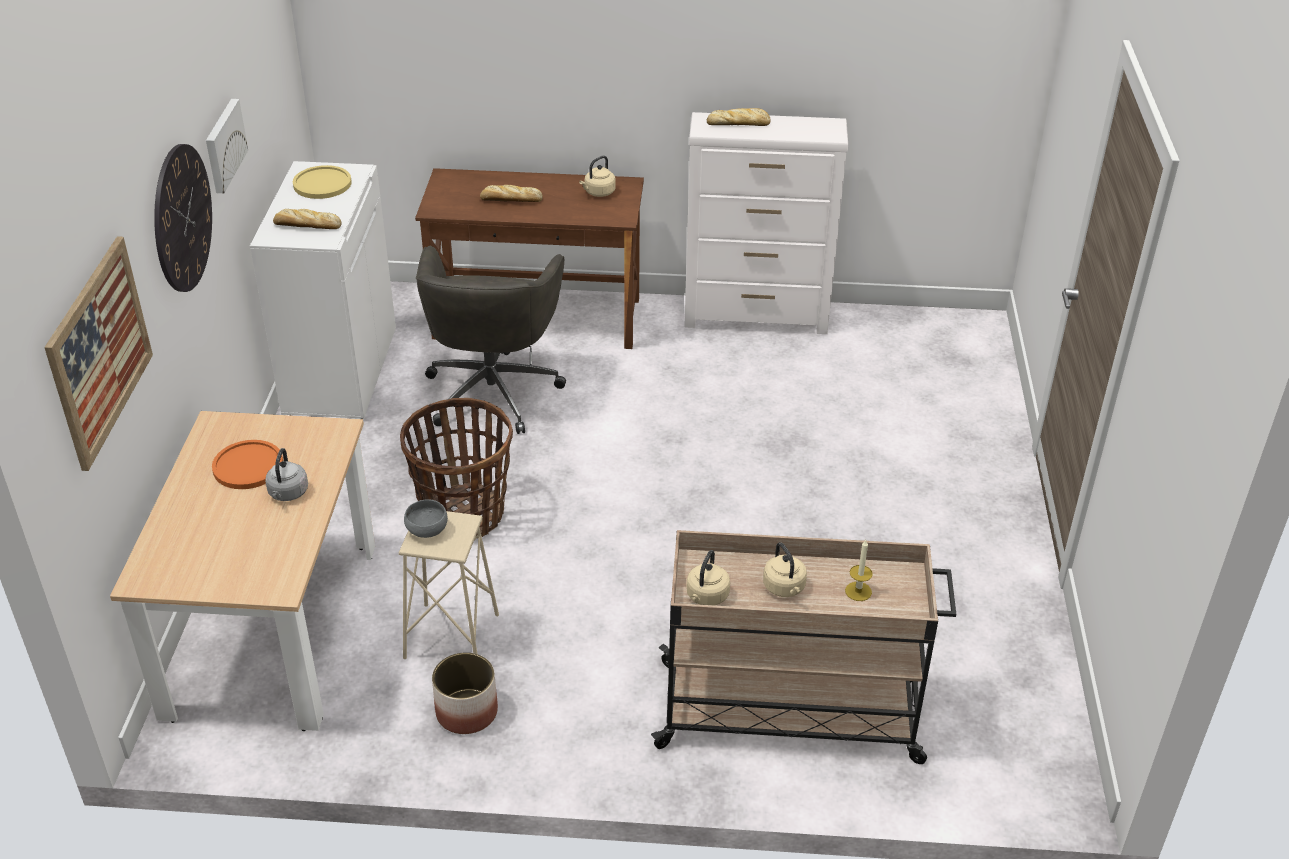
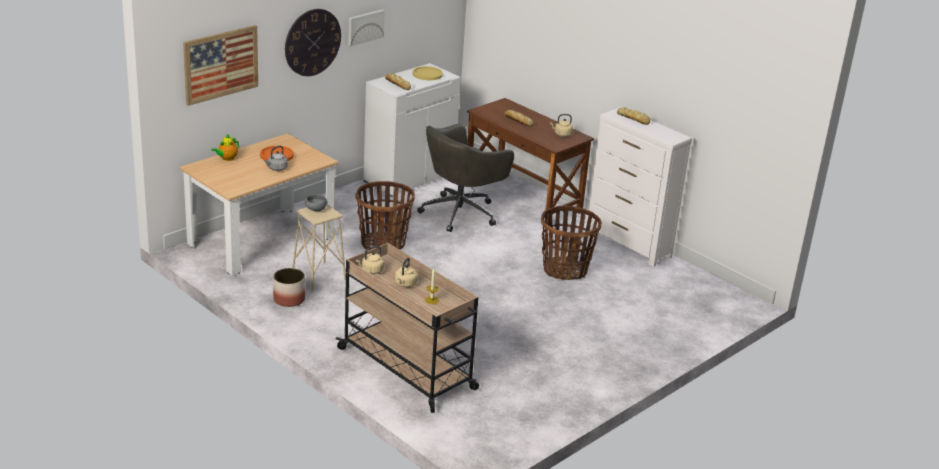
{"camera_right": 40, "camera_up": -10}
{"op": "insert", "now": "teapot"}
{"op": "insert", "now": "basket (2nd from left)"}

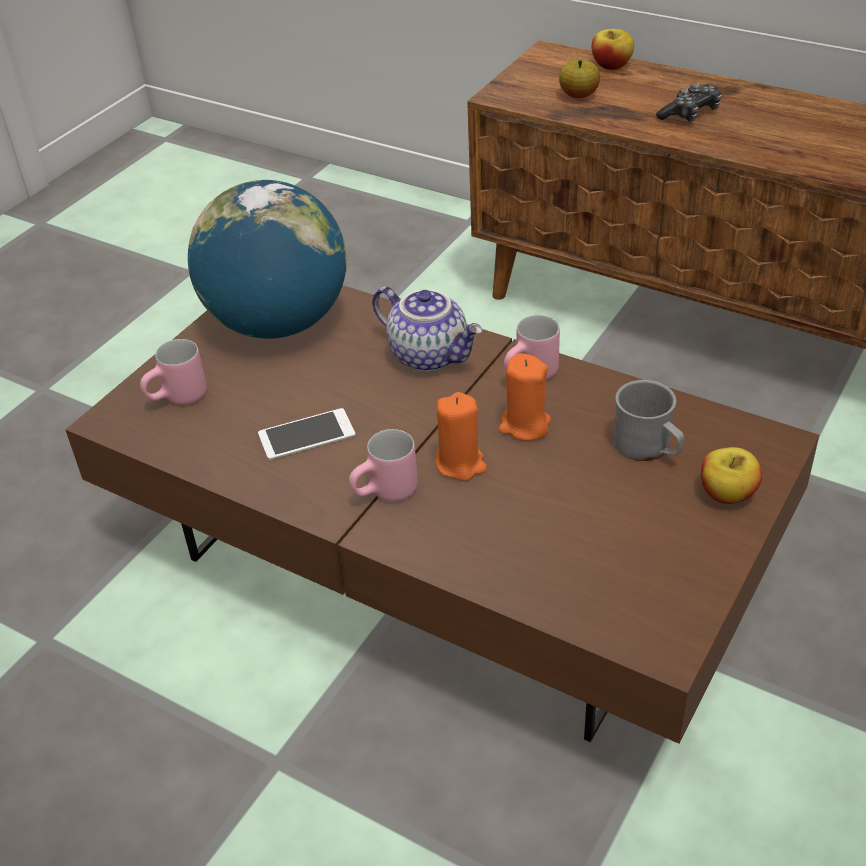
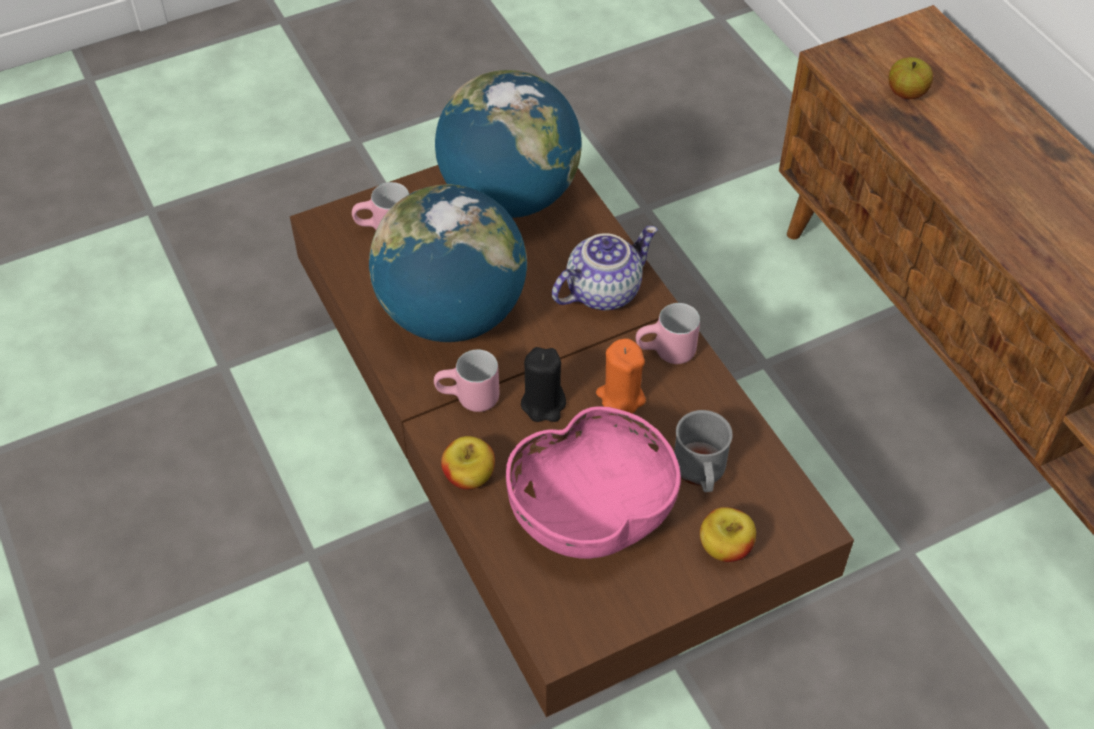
{"camera_right": 30, "camera_up": 10}
{"op": "replace", "was": "phone", "now": "globe (1st from left)"}
{"op": "move", "was": "apple (2nd from left in the first image)", "now": "apple (1st from left)"}
{"op": "insert", "now": "pink bowl"}
{"op": "recolor", "was": "orange candle (1st from left)", "now": "black candle"}
{"op": "rotate", "was": "teapot", "clockwise": -105}
{"op": "delete", "was": "game controller"}

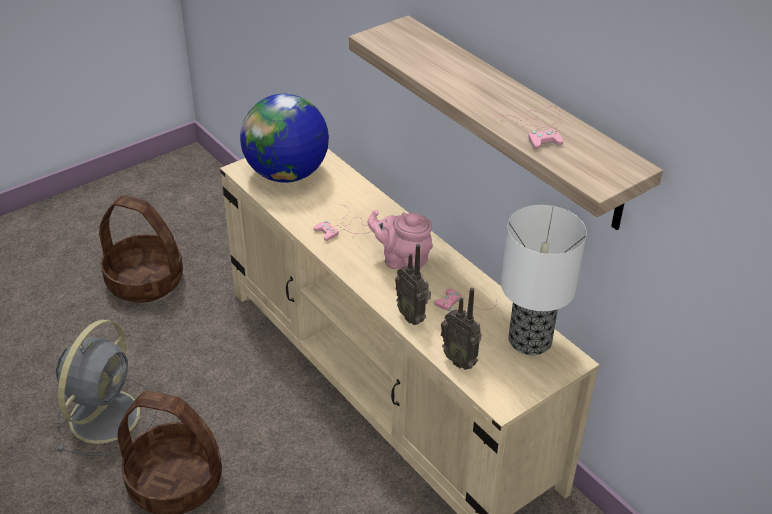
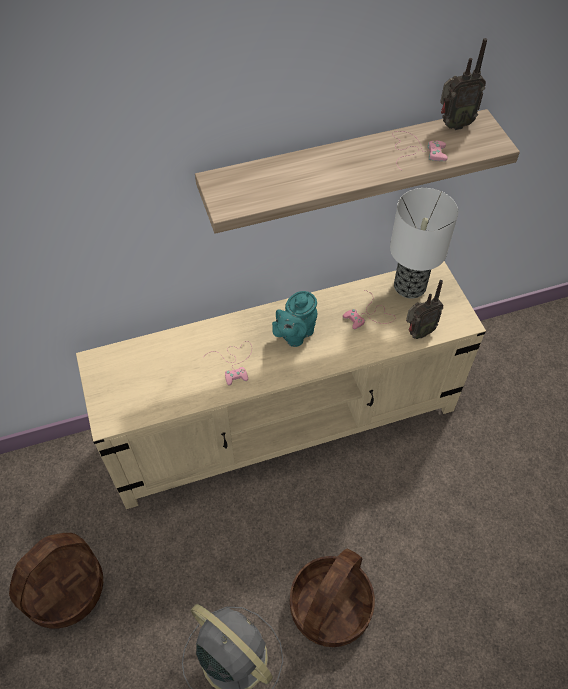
{"camera_right": -70, "camera_up": 15}
{"op": "recolor", "was": "pink teapot", "now": "turquoise teapot"}
{"op": "move", "was": "radio (1st from left in the first image)", "now": "radio (2nd from left)"}
{"op": "delete", "was": "globe"}

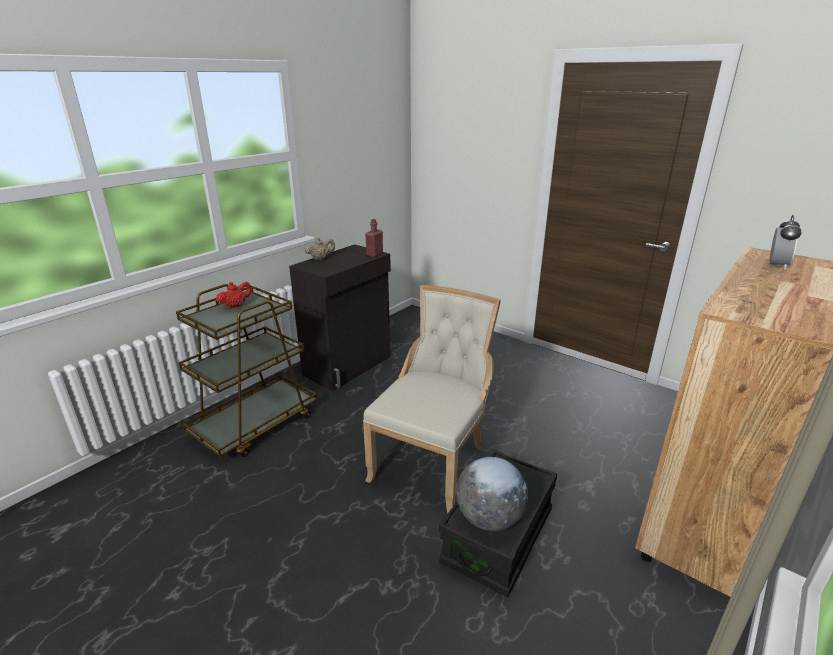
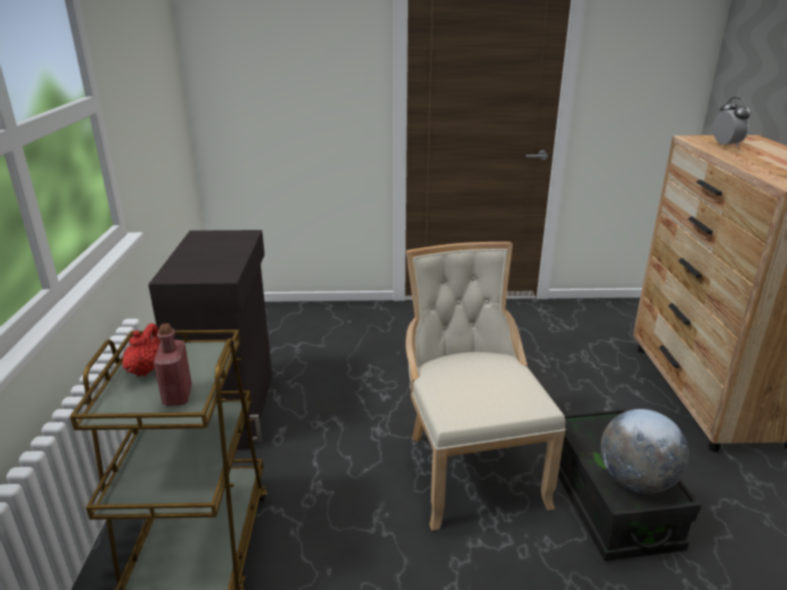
{"camera_right": -40, "camera_up": 0}
{"op": "move", "was": "red bottle"}
{"op": "delete", "was": "beige teapot"}

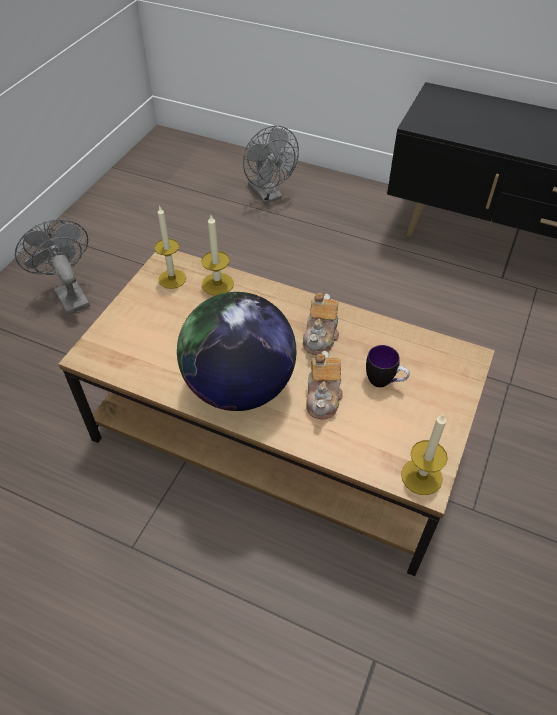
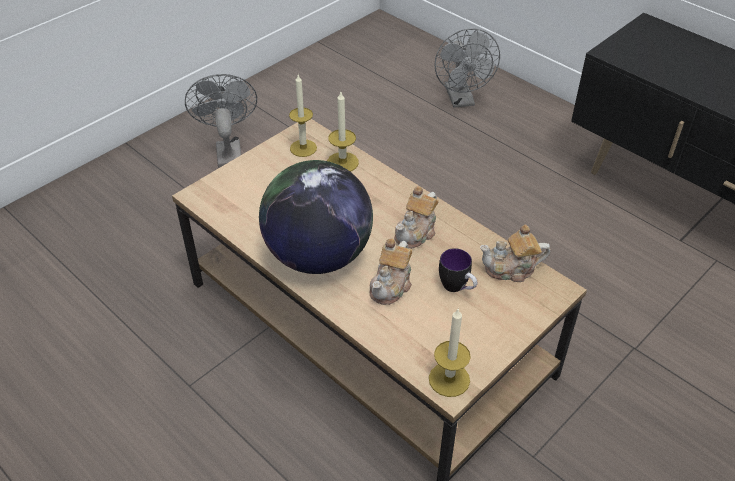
{"camera_right": 20, "camera_up": -5}
{"op": "insert", "now": "teapot (3rd from left)"}

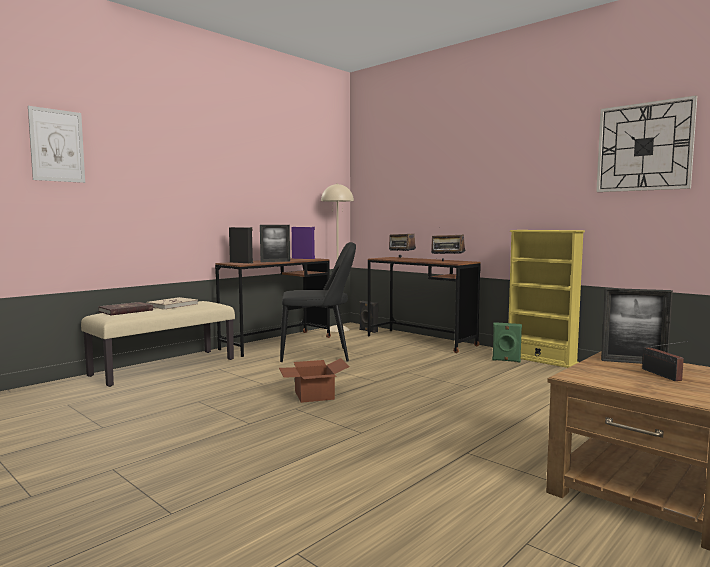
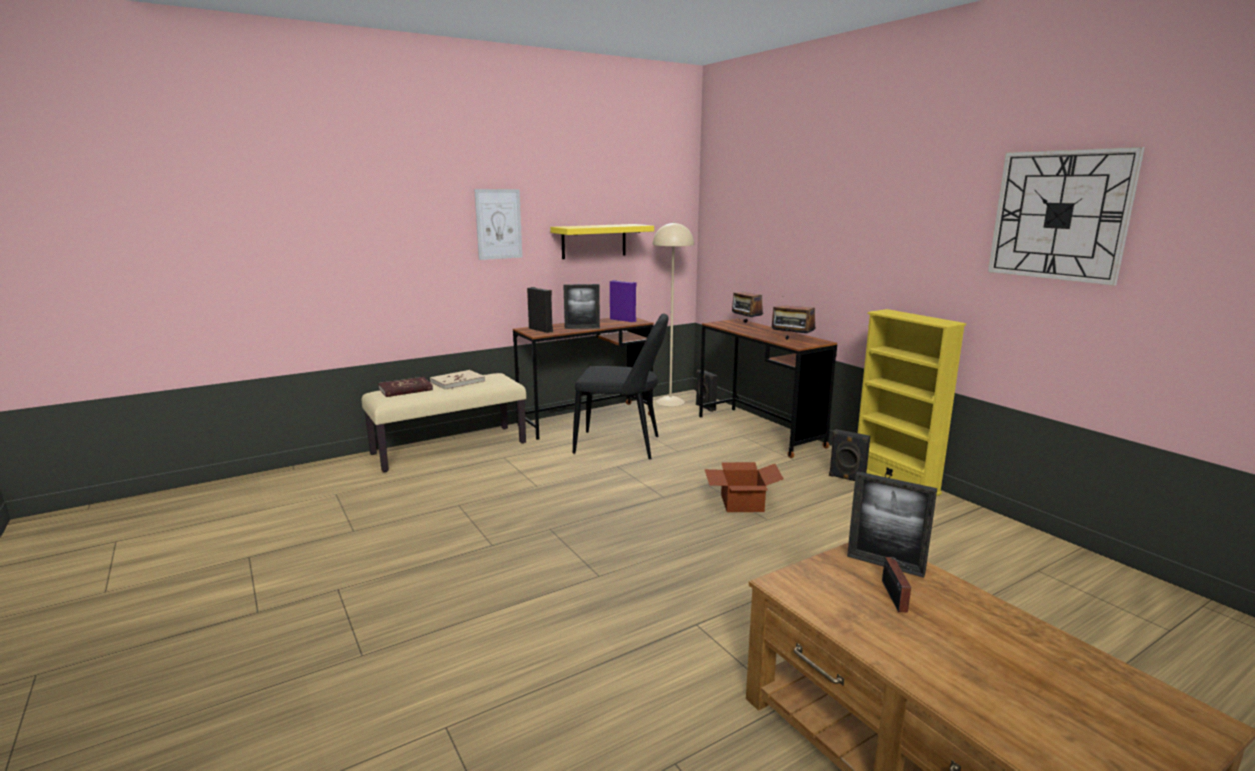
{"camera_right": 15, "camera_up": 10}
{"op": "move", "was": "picture"}
{"op": "insert", "now": "yellow shelf"}
{"op": "move", "was": "cardboard box"}
{"op": "recolor", "was": "green speaker", "now": "black speaker (3rd from left)"}

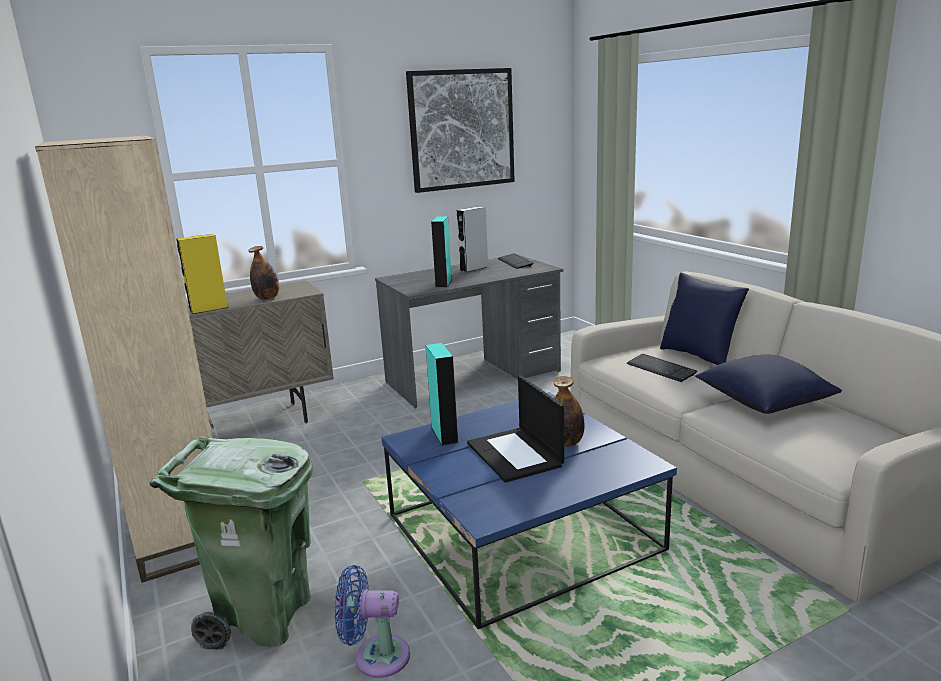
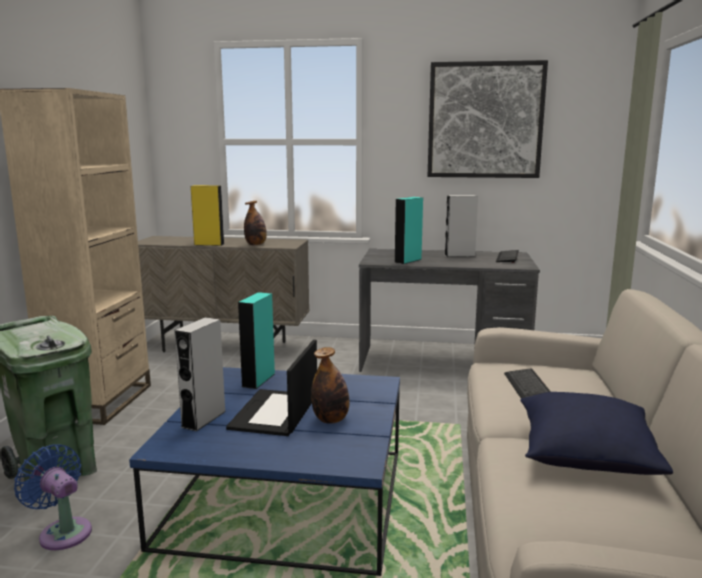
{"camera_right": 35, "camera_up": -5}
{"op": "insert", "now": "grey speaker (1st from left)"}
{"op": "delete", "was": "blue pillow (1st from left)"}

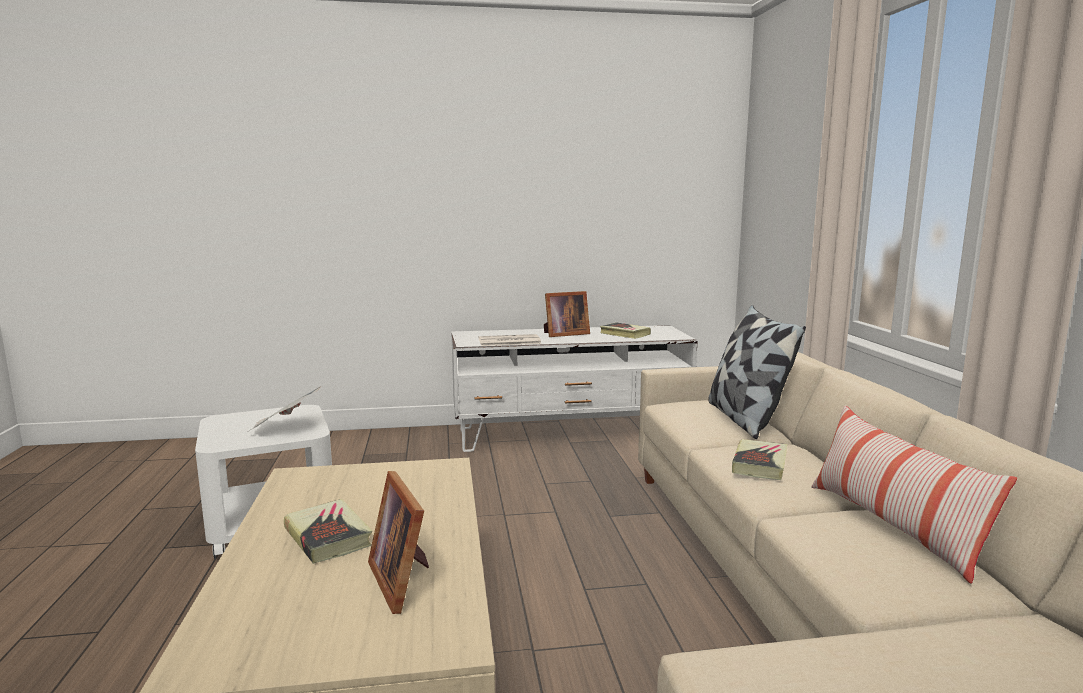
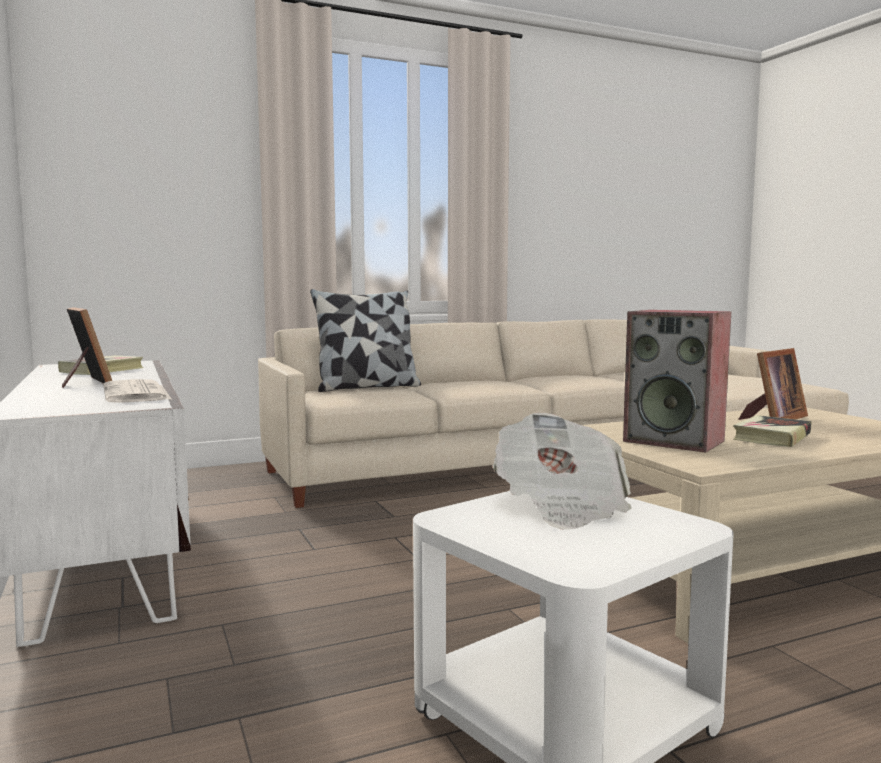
{"camera_right": -105, "camera_up": -5}
{"op": "insert", "now": "speaker"}
{"op": "delete", "was": "book (3rd from left)"}
{"op": "delete", "was": "pillow (2nd from left)"}

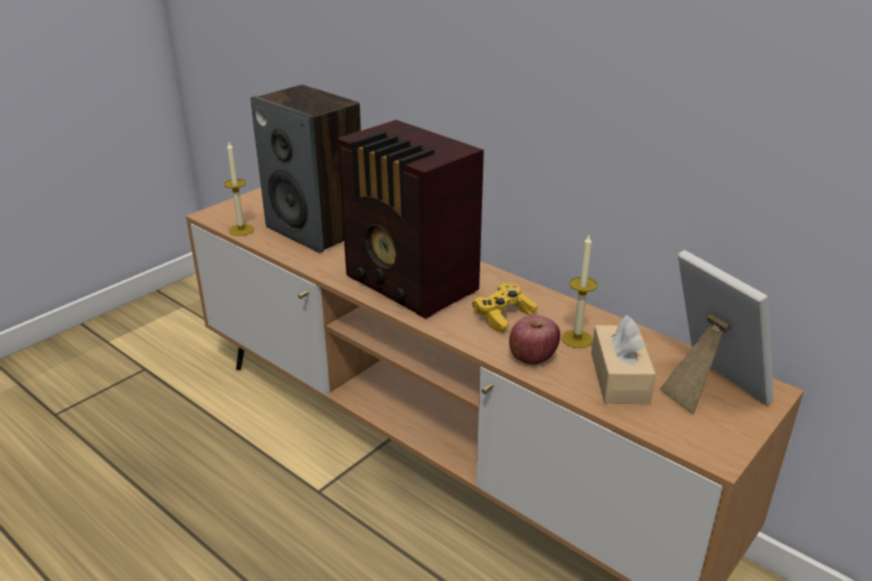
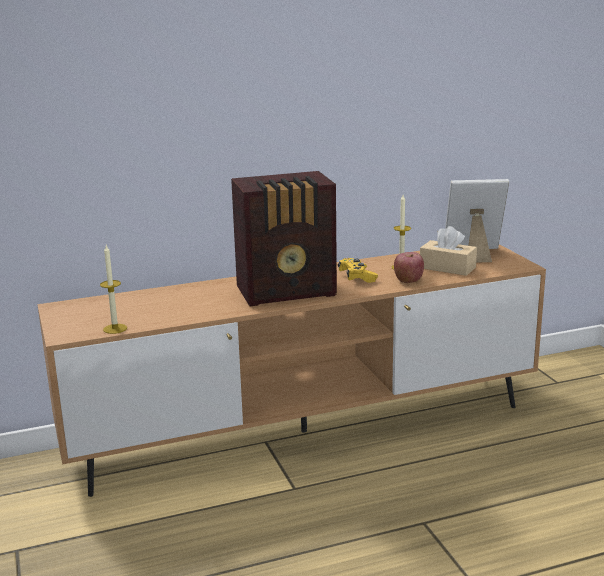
{"camera_right": -60, "camera_up": -10}
{"op": "delete", "was": "speaker"}

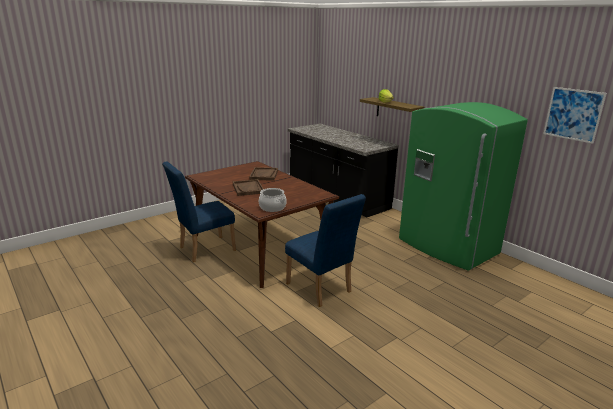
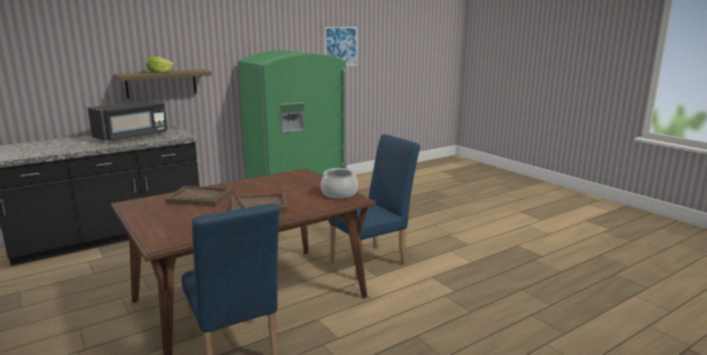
{"camera_right": -85, "camera_up": -5}
{"op": "insert", "now": "black microwave"}

